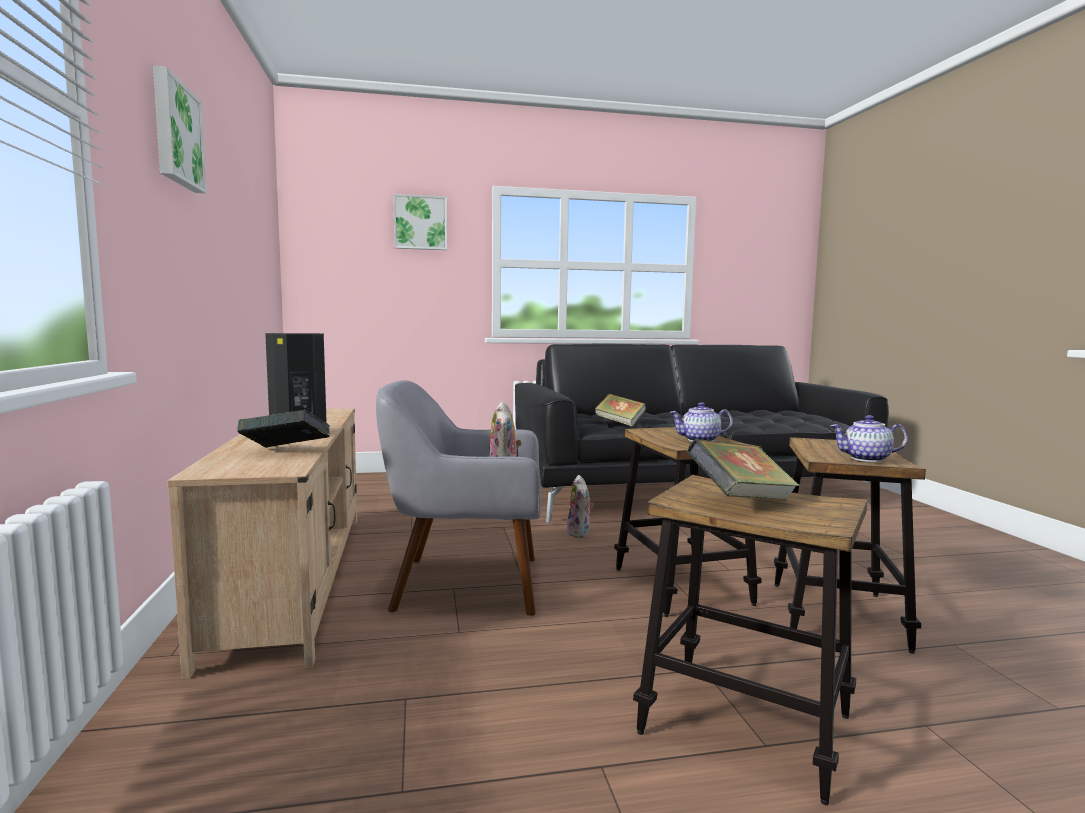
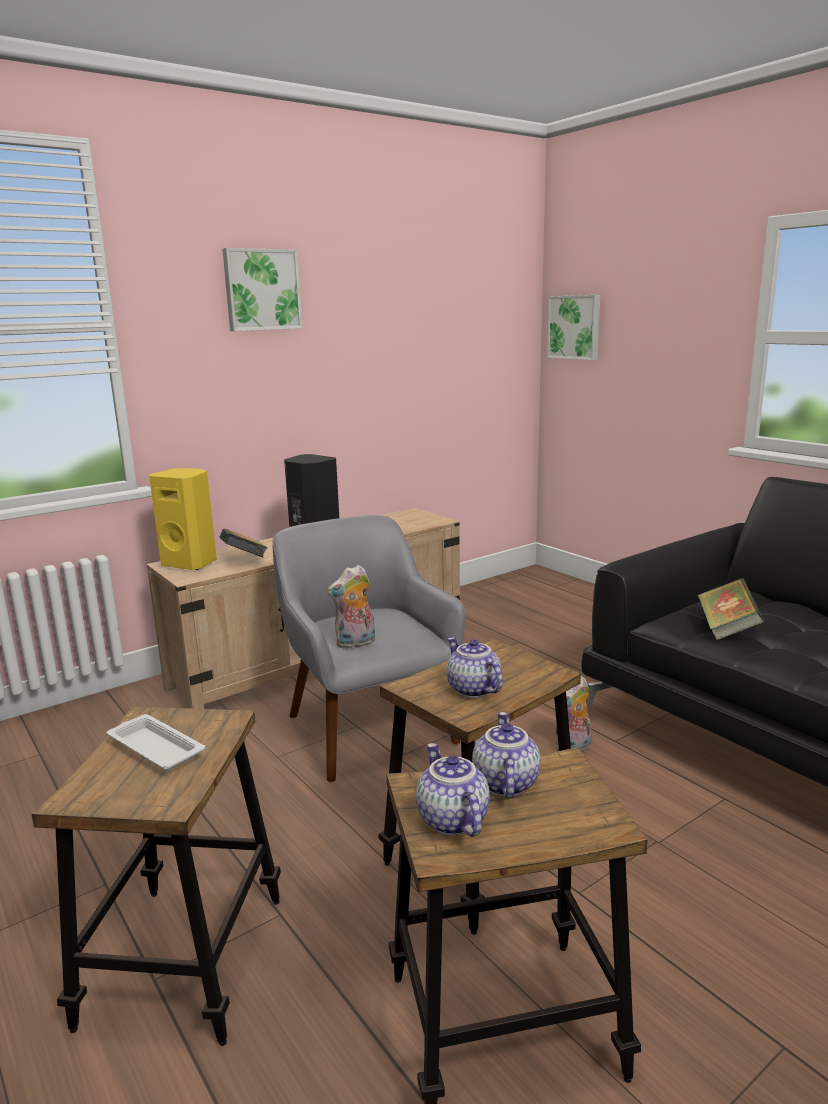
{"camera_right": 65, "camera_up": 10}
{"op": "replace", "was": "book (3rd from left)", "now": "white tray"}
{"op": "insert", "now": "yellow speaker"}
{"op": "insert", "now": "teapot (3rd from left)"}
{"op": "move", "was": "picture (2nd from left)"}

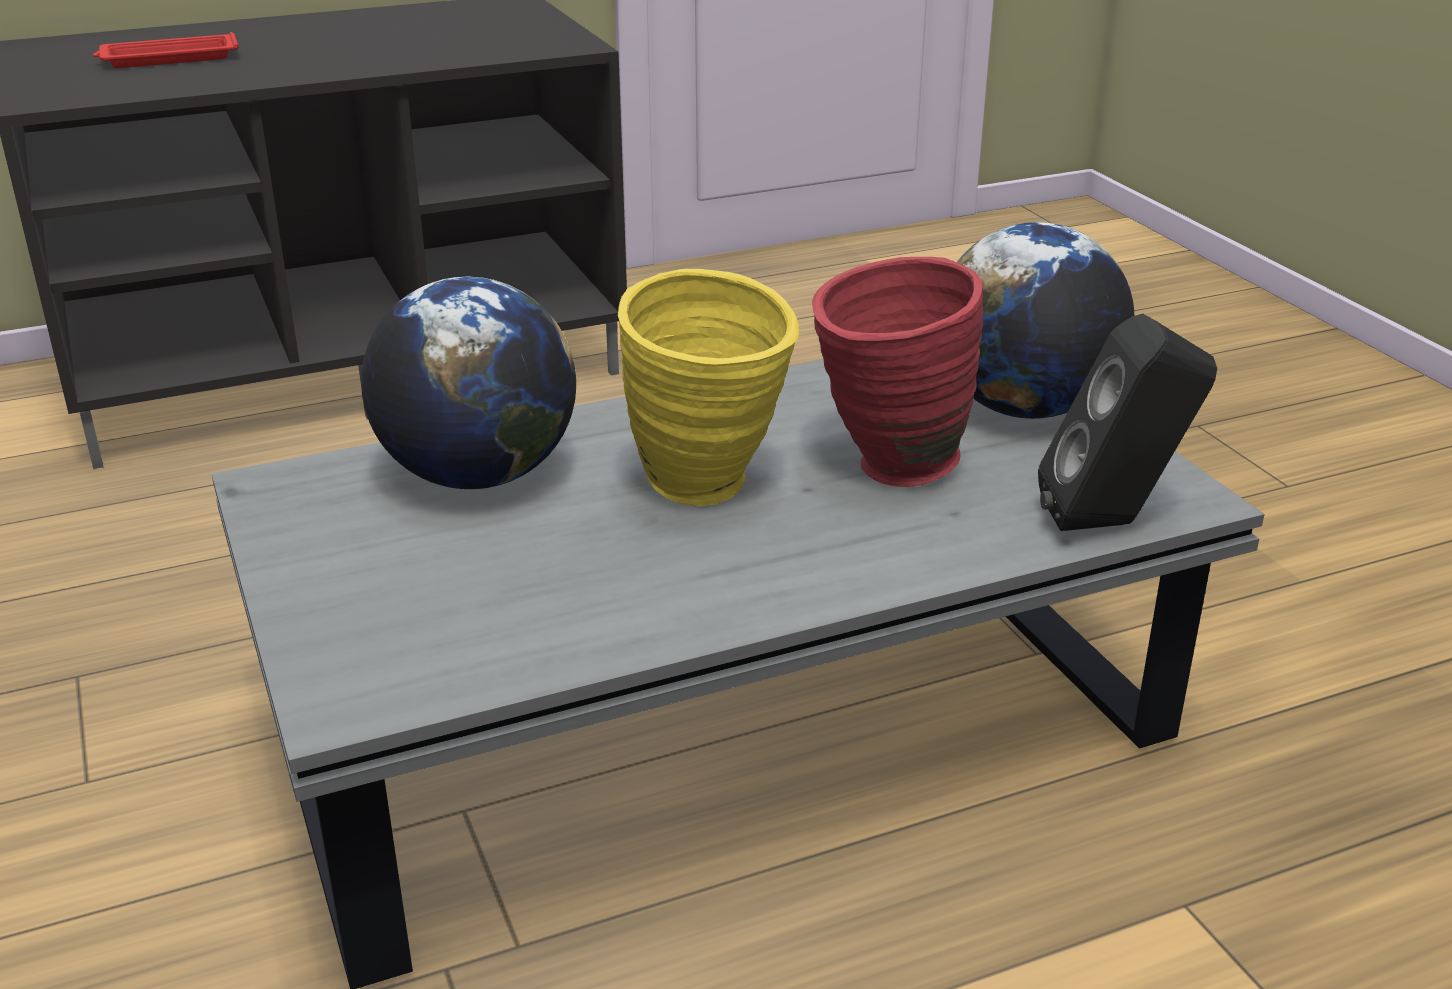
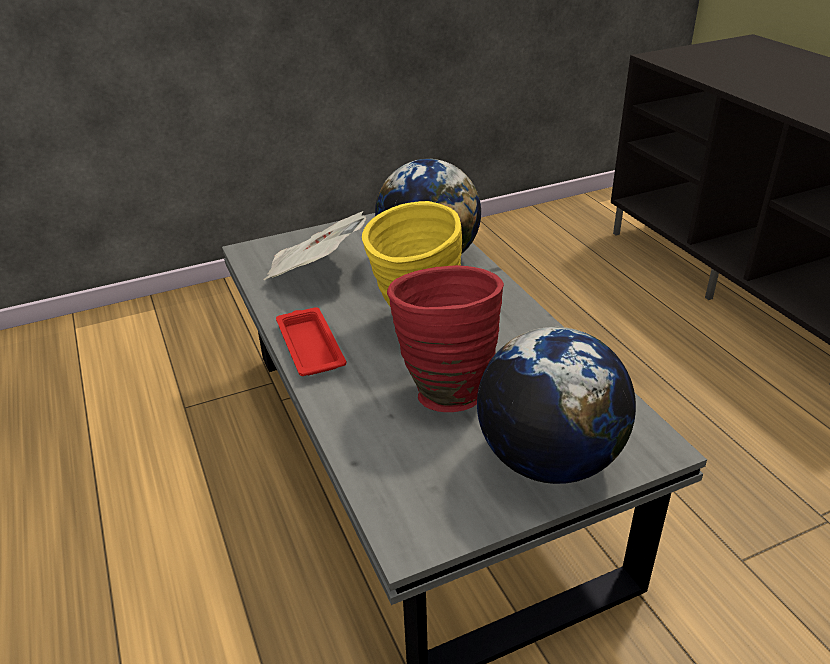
{"camera_right": 90, "camera_up": 5}
{"op": "insert", "now": "newspaper"}
{"op": "move", "was": "red tray"}
{"op": "delete", "was": "black speaker"}

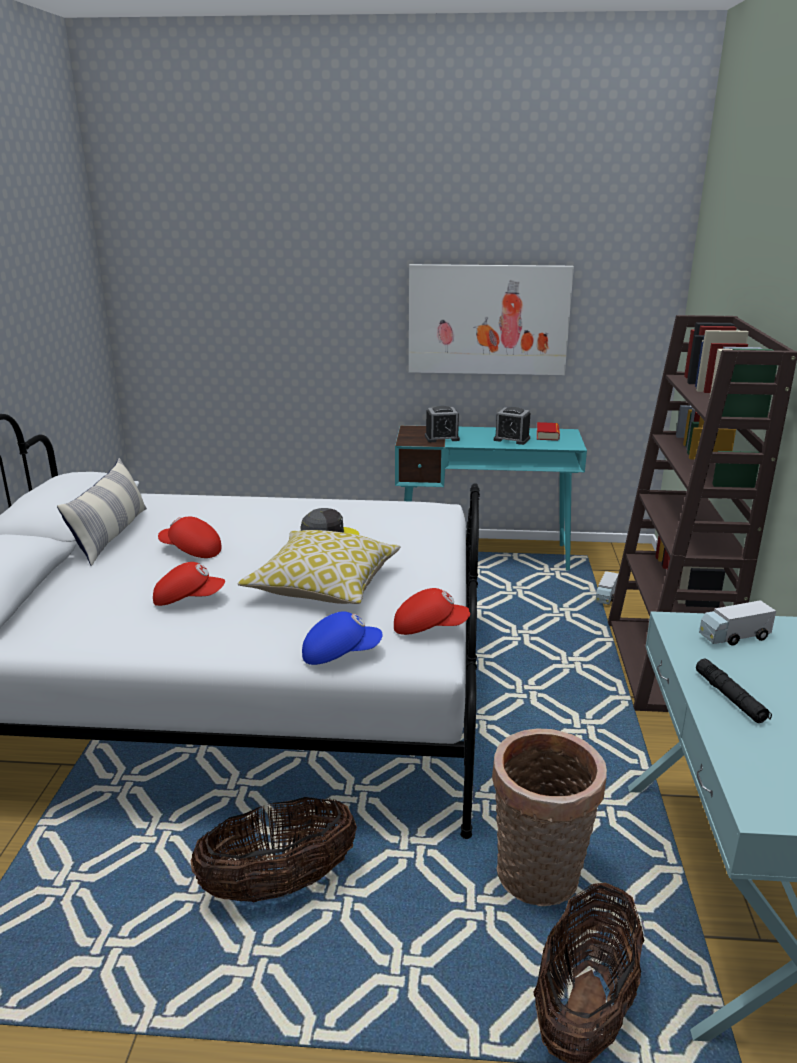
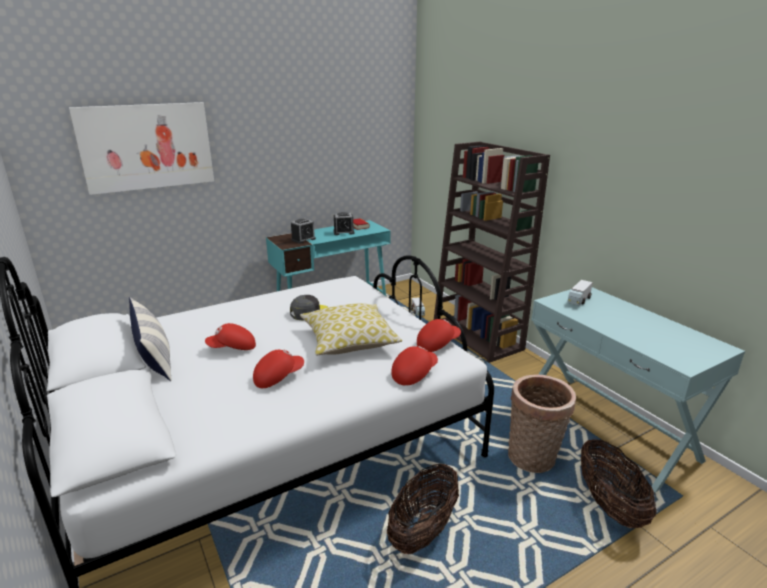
{"camera_right": -35, "camera_up": 0}
{"op": "move", "was": "picture"}
{"op": "recolor", "was": "blue cap", "now": "red cap (3rd from left)"}
{"op": "delete", "was": "black flashlight"}

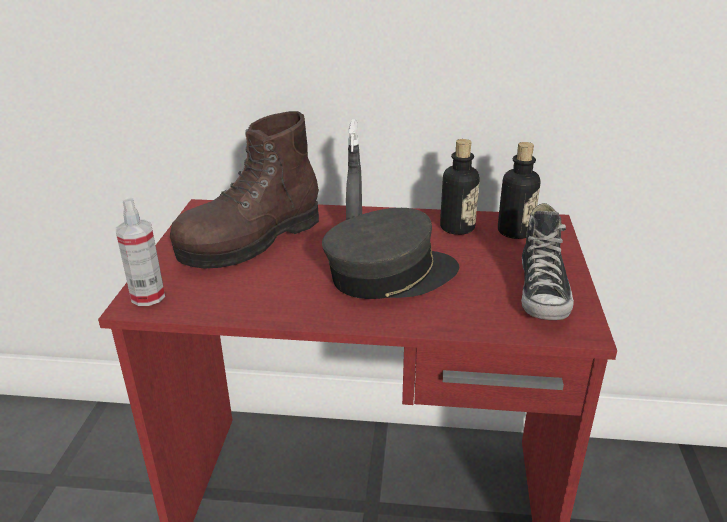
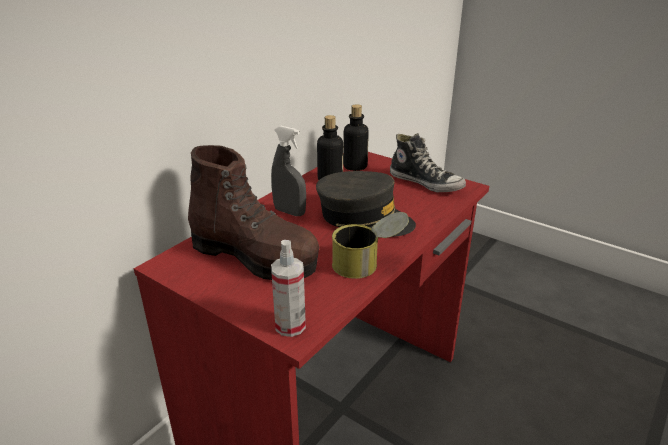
{"camera_right": -60, "camera_up": 0}
{"op": "rotate", "was": "brown boot", "clockwise": -45}
{"op": "rotate", "was": "grey cap", "clockwise": 105}
{"op": "insert", "now": "can"}

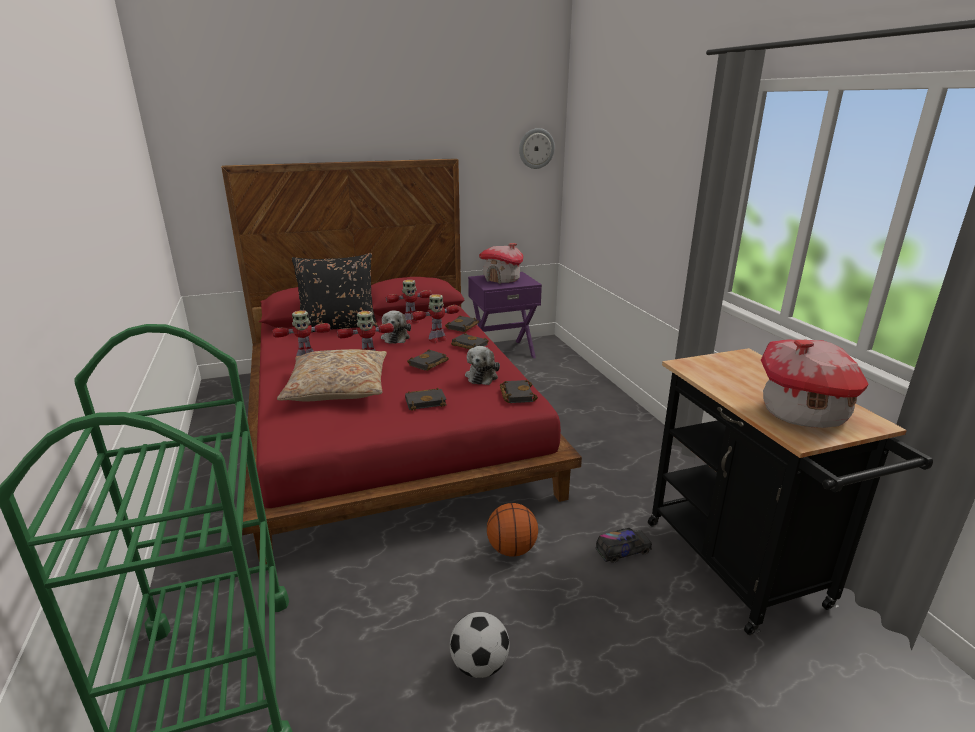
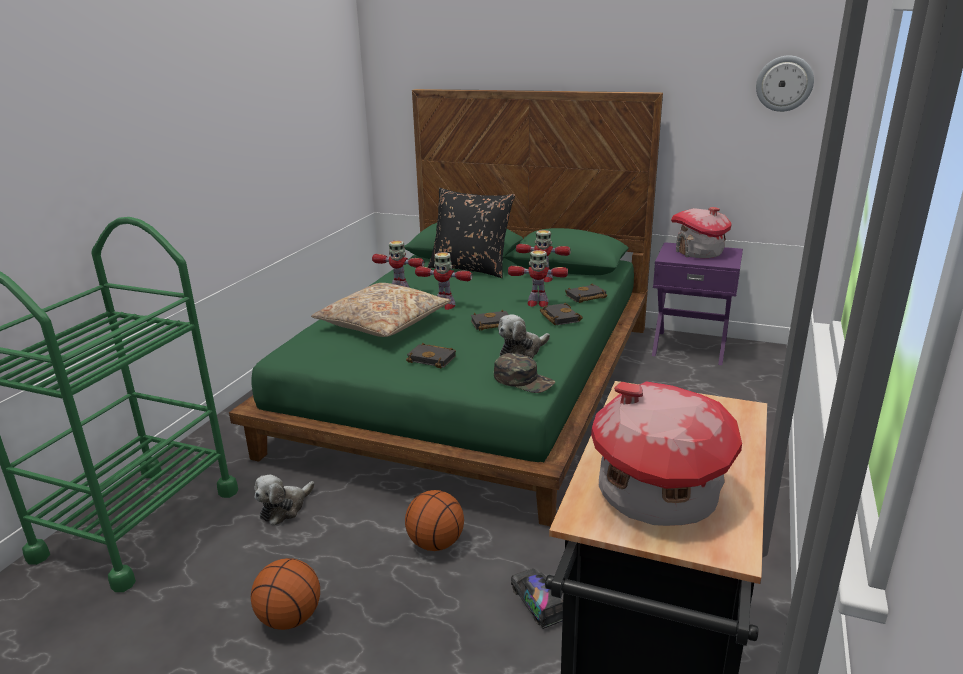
{"camera_right": 40, "camera_up": 0}
{"op": "recolor", "was": "red bed", "now": "green bed"}
{"op": "replace", "was": "football", "now": "basketball (1st from left)"}
{"op": "move", "was": "plush toy (1st from left)"}
{"op": "replace", "was": "black book (5th from left)", "now": "green cap"}
{"op": "rotate", "was": "toy truck", "clockwise": -135}

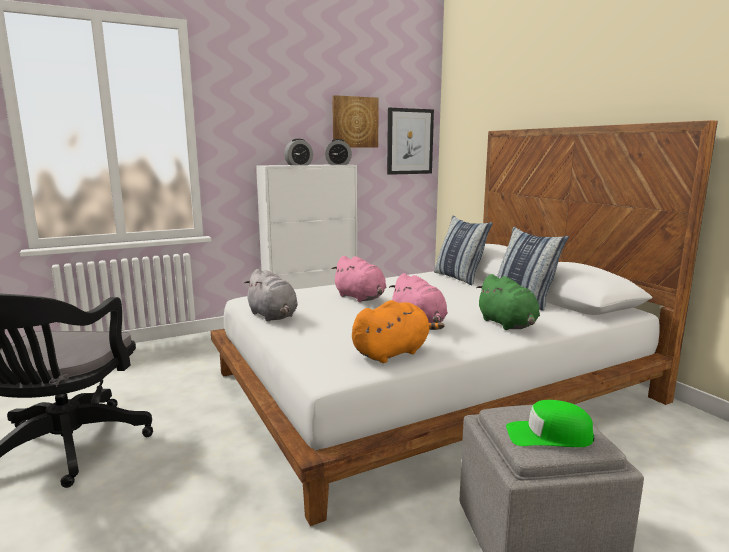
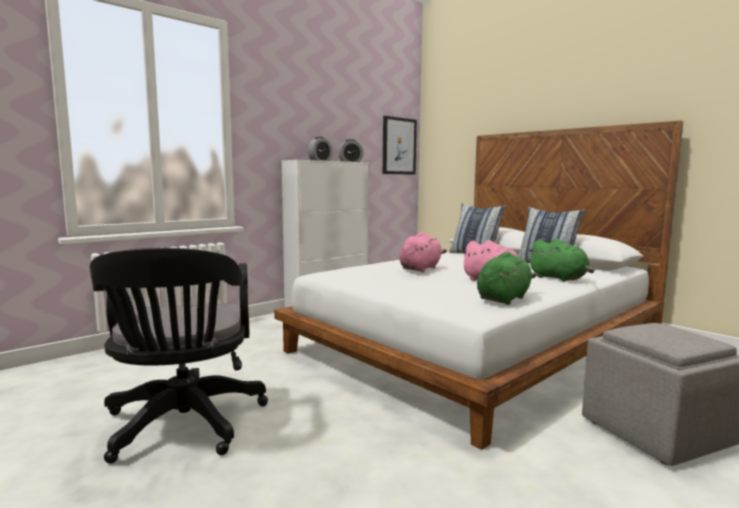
{"camera_right": -15, "camera_up": -5}
{"op": "rotate", "was": "pink plush toy (1st from left)", "clockwise": -90}
{"op": "recolor", "was": "orange plush toy", "now": "green plush toy (1st from left)"}
{"op": "delete", "was": "grey plush toy"}
{"op": "delete", "was": "picture (1st from left)"}
{"op": "delete", "was": "green cap"}

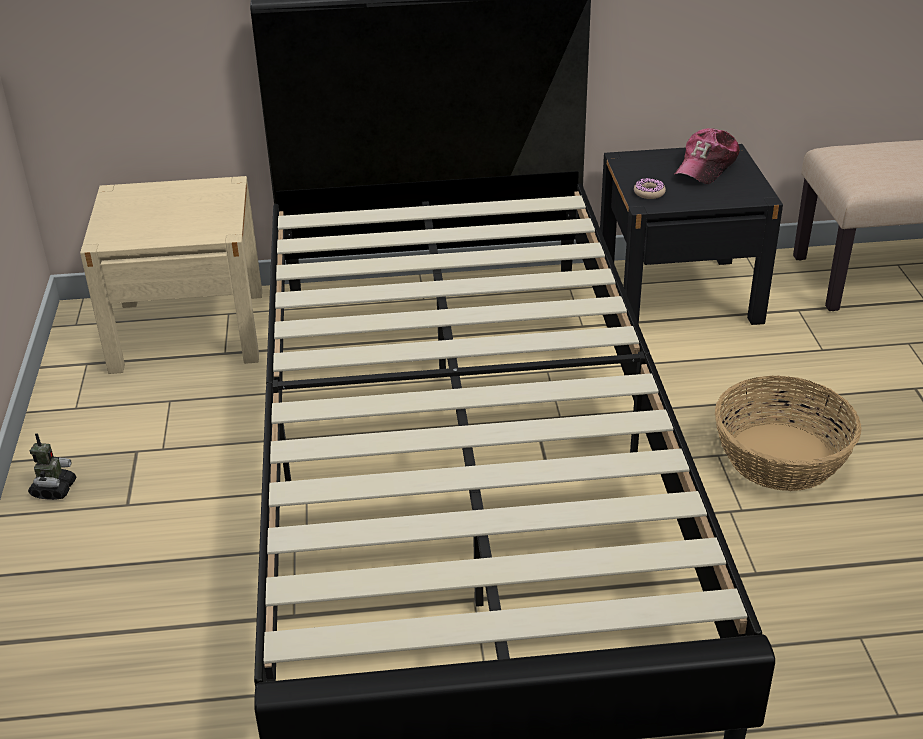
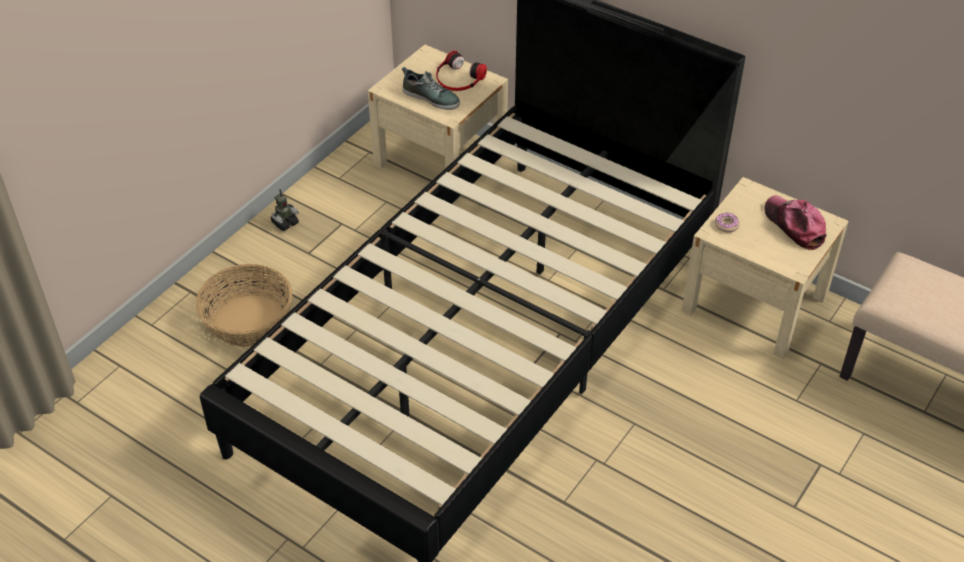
{"camera_right": 40, "camera_up": 10}
{"op": "move", "was": "basket"}
{"op": "insert", "now": "shoe"}
{"op": "insert", "now": "headphones"}
{"op": "recolor", "was": "black nightstand", "now": "beige nightstand (2nd from left)"}
{"op": "rotate", "was": "cap", "clockwise": 75}

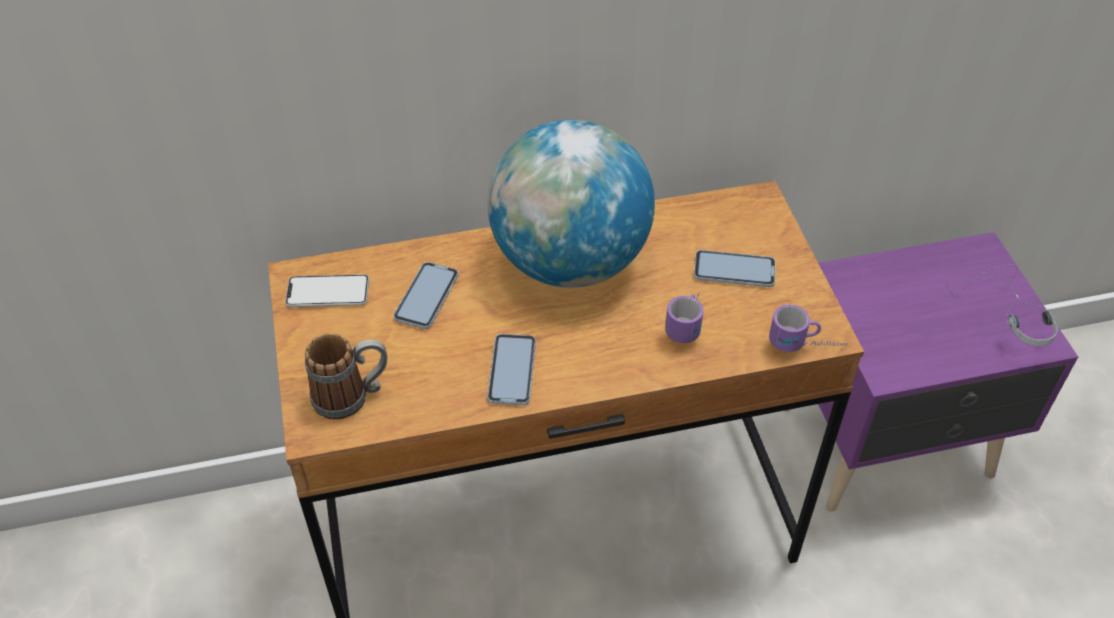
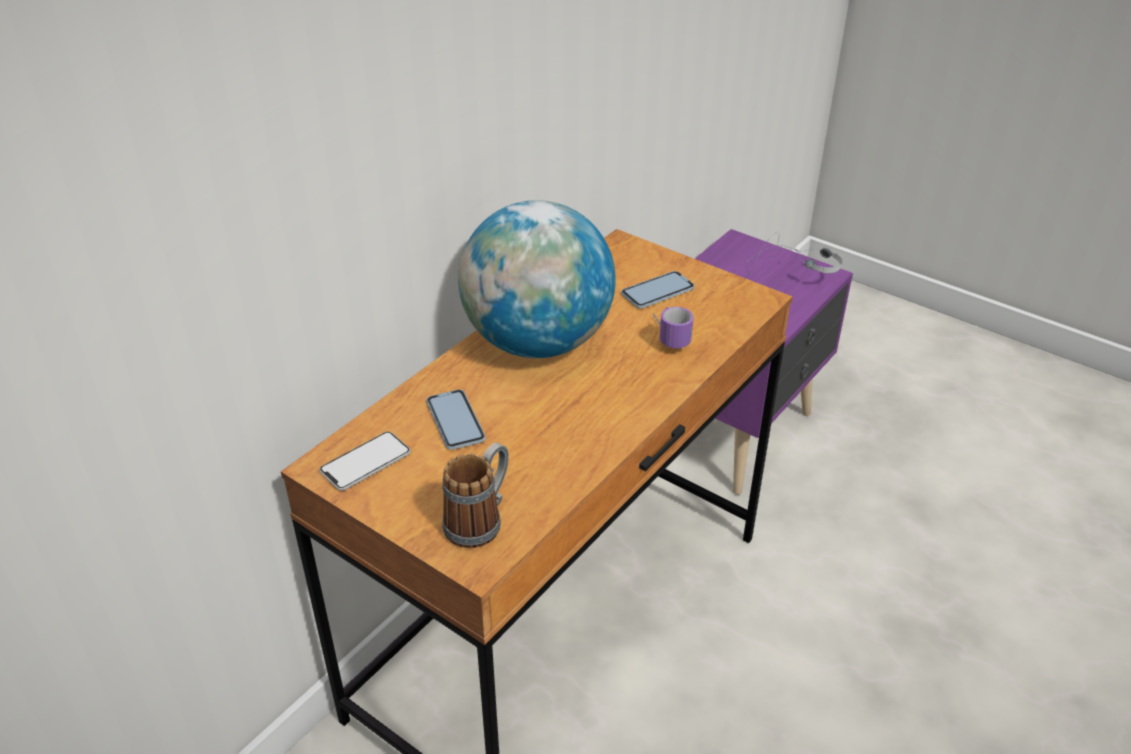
{"camera_right": -40, "camera_up": -10}
{"op": "delete", "was": "phone (3rd from left)"}
{"op": "delete", "was": "mug (3rd from left)"}

